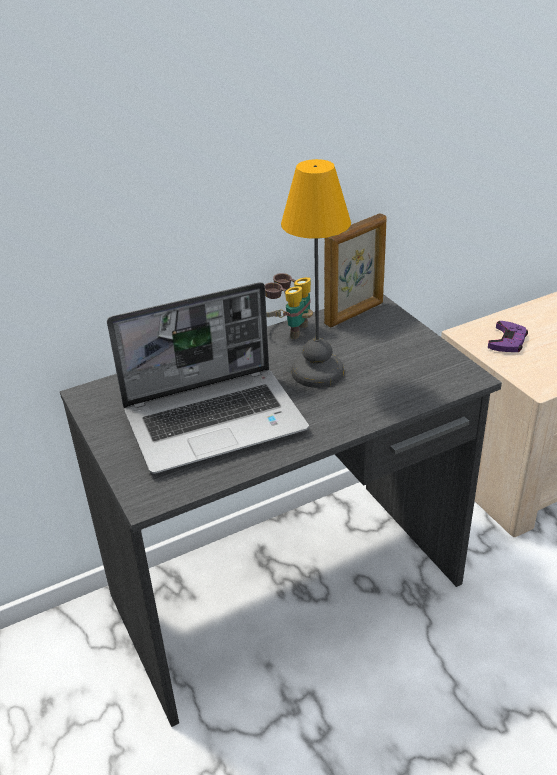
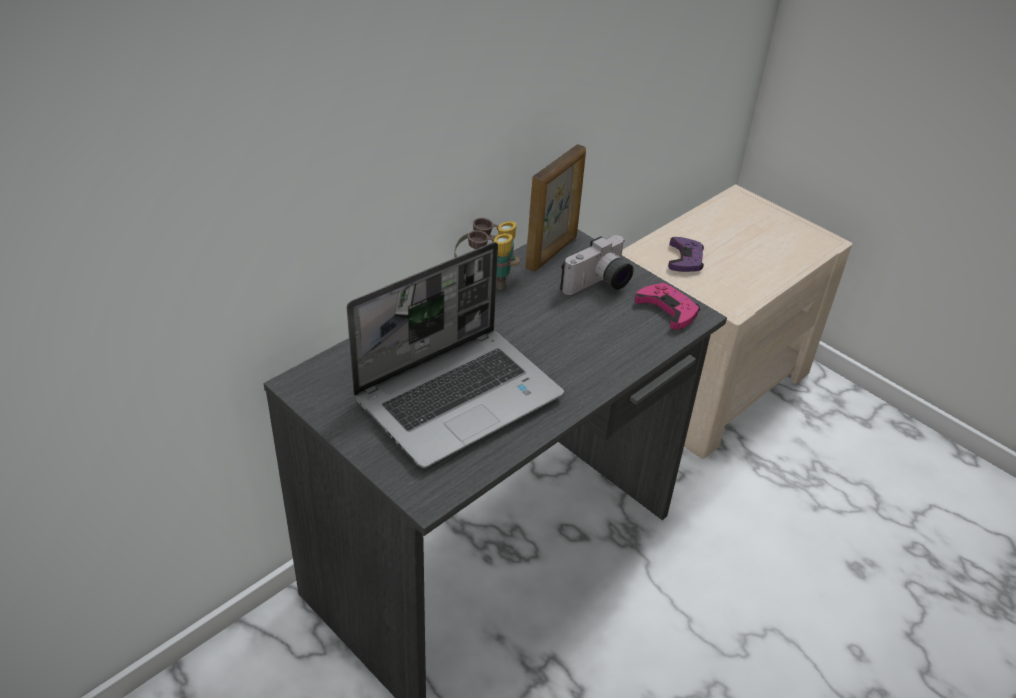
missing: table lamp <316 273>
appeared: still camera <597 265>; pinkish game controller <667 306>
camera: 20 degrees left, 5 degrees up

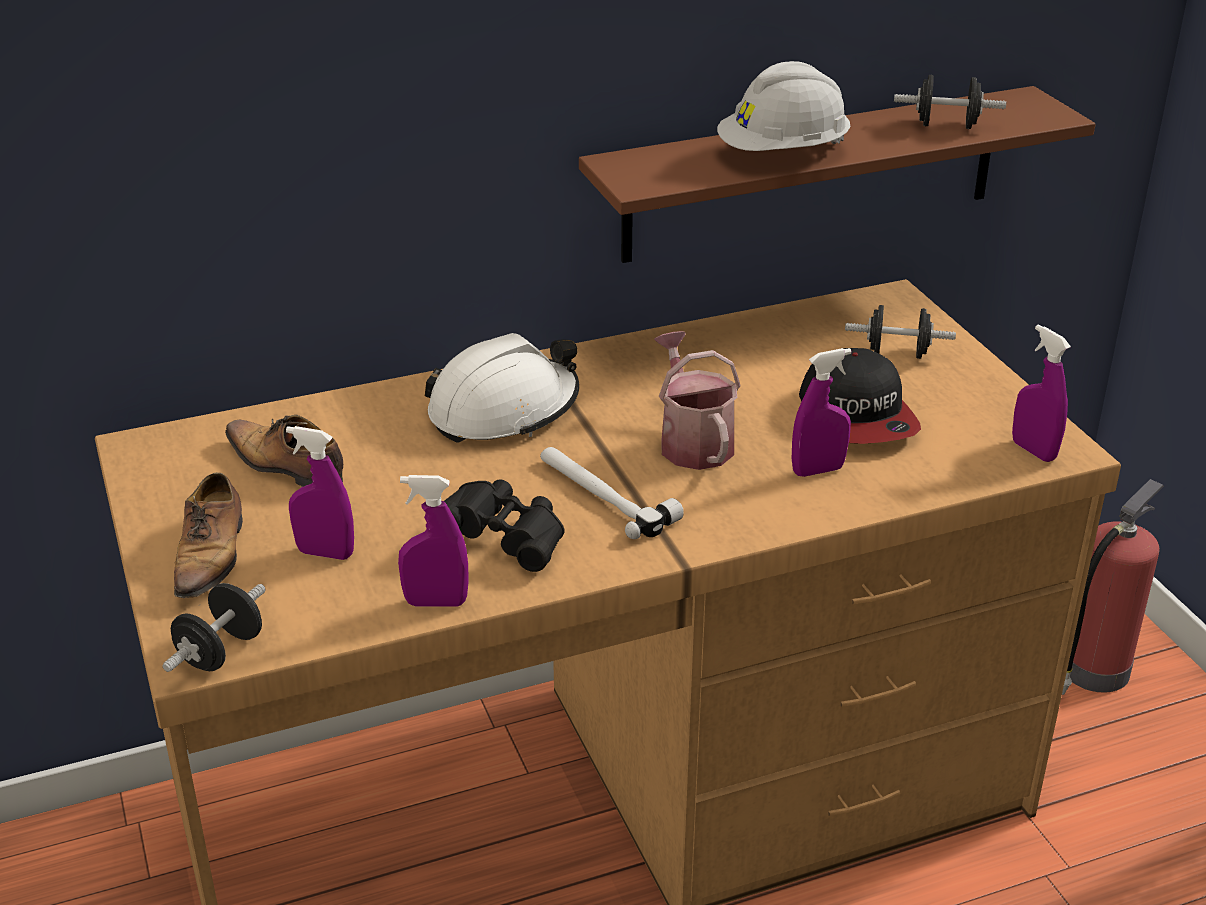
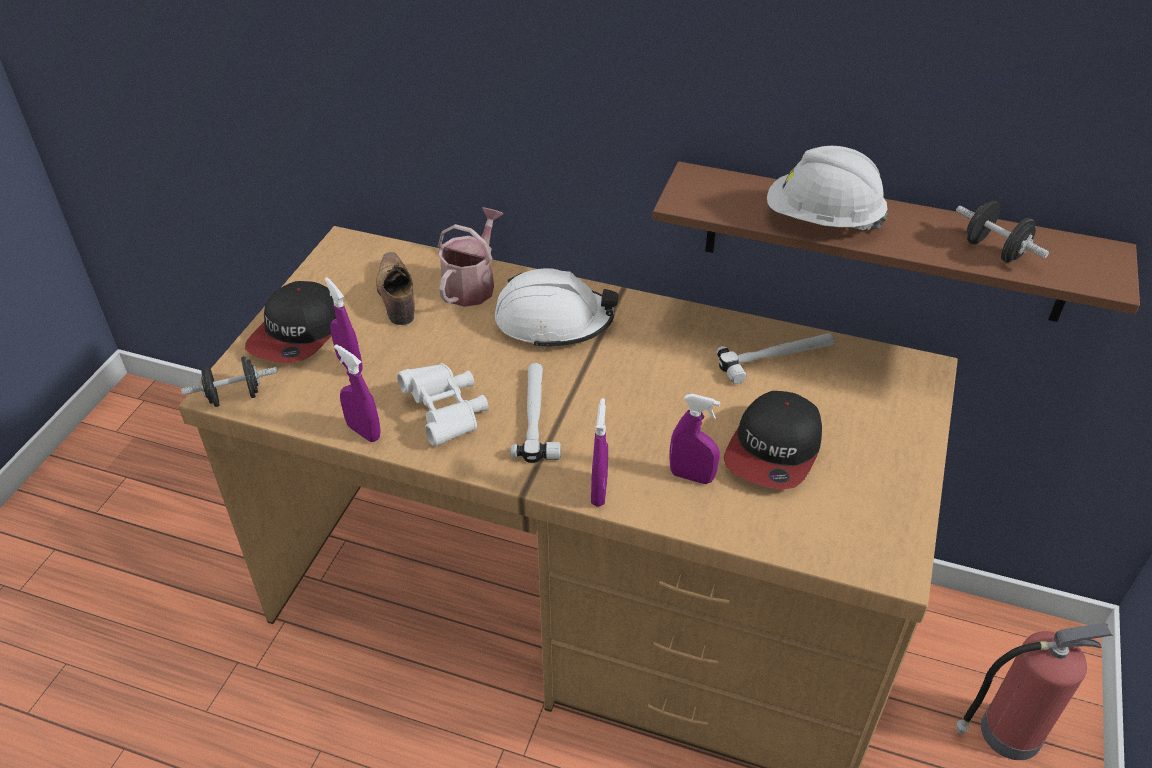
missing: black dumbbell <900 332>
appeared: hand hammer <776 358>
relocated: purple sprayer <1041 393> to <599 452>; watering can <697 400> to <470 257>
exchanged: shoe <208 535> to cap <290 322>
colour: black pair of binoculars <504 525> to white pair of binoculars <442 404>
camera: 40 degrees right, 10 degrees up

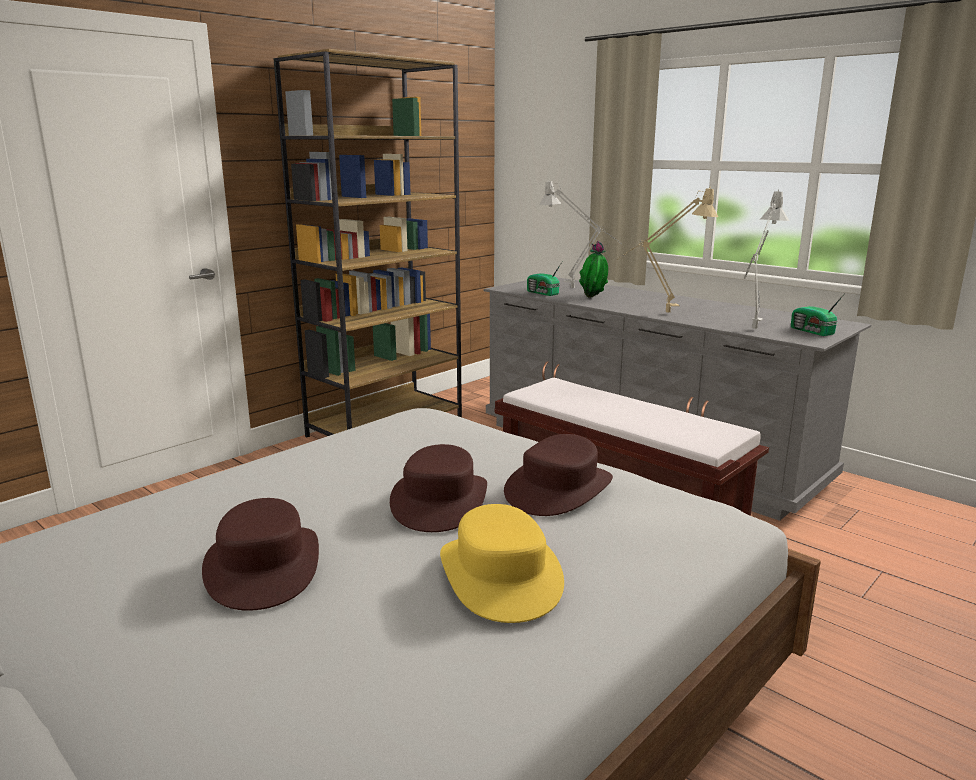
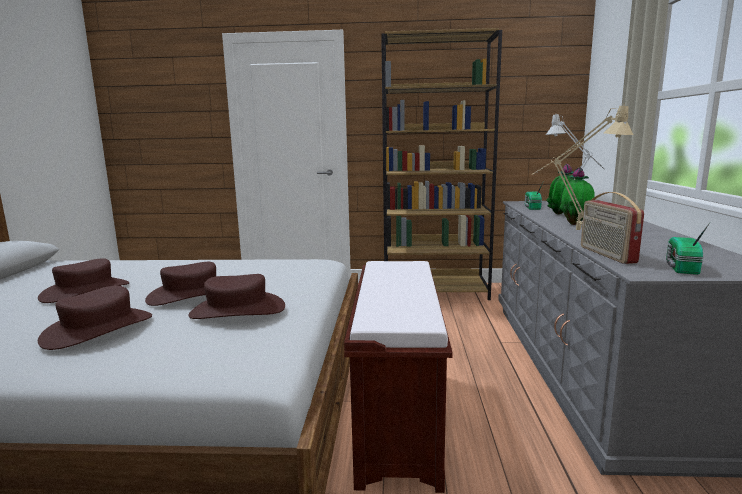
appeared: houseplant <577 196>
exchanged: grey table lamp <766 259> to radio set <612 228>
colour: yellowish clothing hat <502 563> to brownish clothing hat <95 317>
camera: 50 degrees right, 5 degrees down

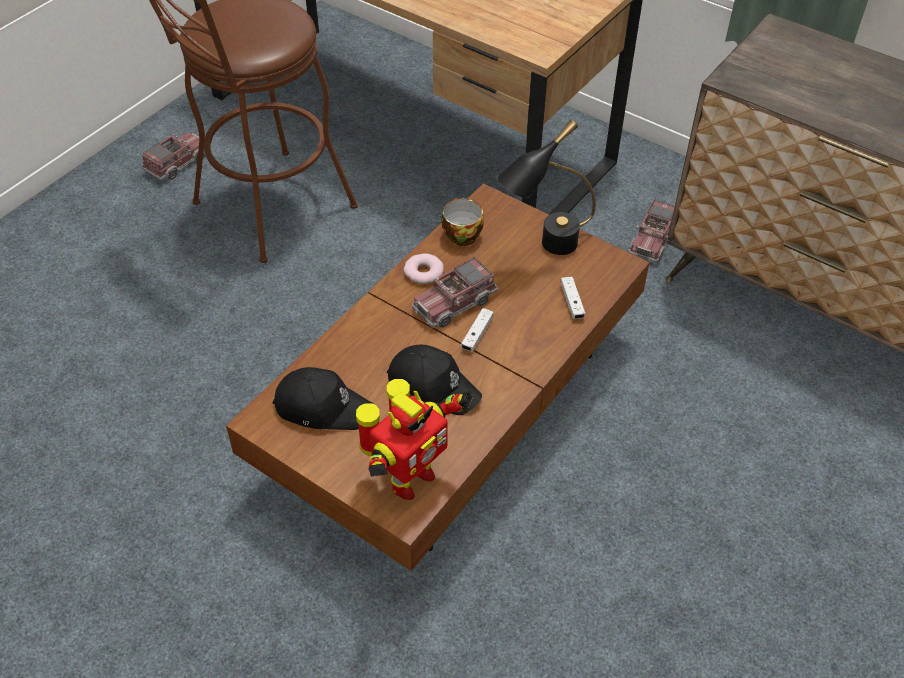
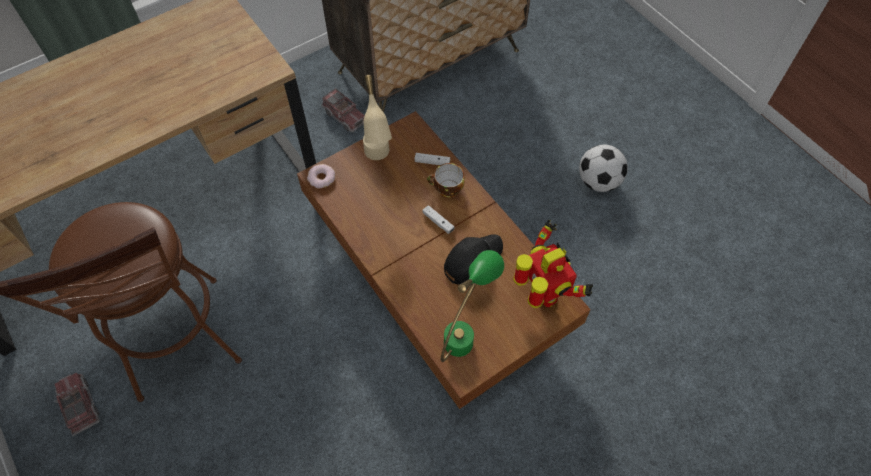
missing: toy lorry <455 292>
appeared: ball for football <603 168>
relocated: drinking cup <462 222> to <446 180>; donut <424 268> to <321 176>
exchanged: black cap <323 398> to green-coloured table lamp <472 306>
colour: black table lamp <546 187> to beige table lamp <377 117>
camera: 70 degrees left, 10 degrees up

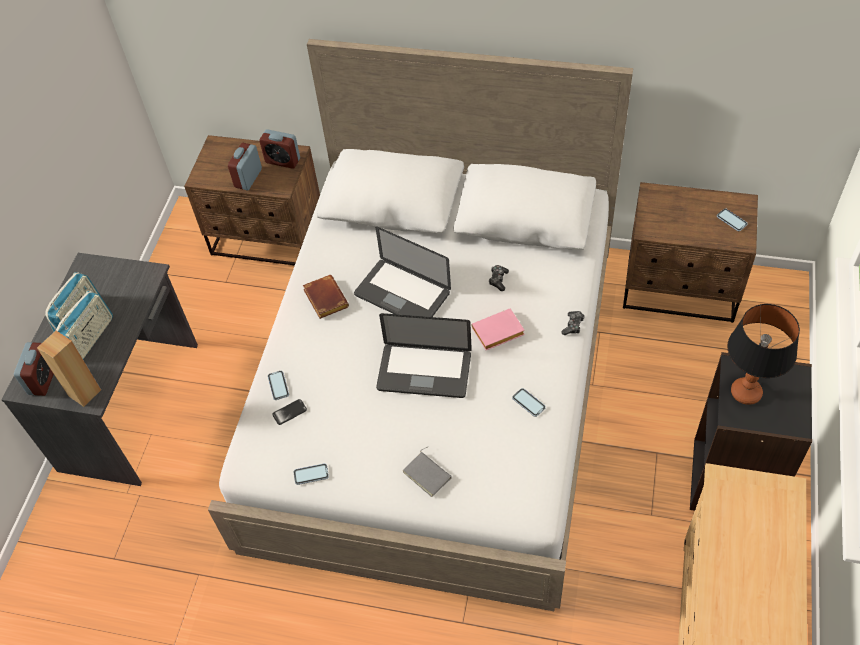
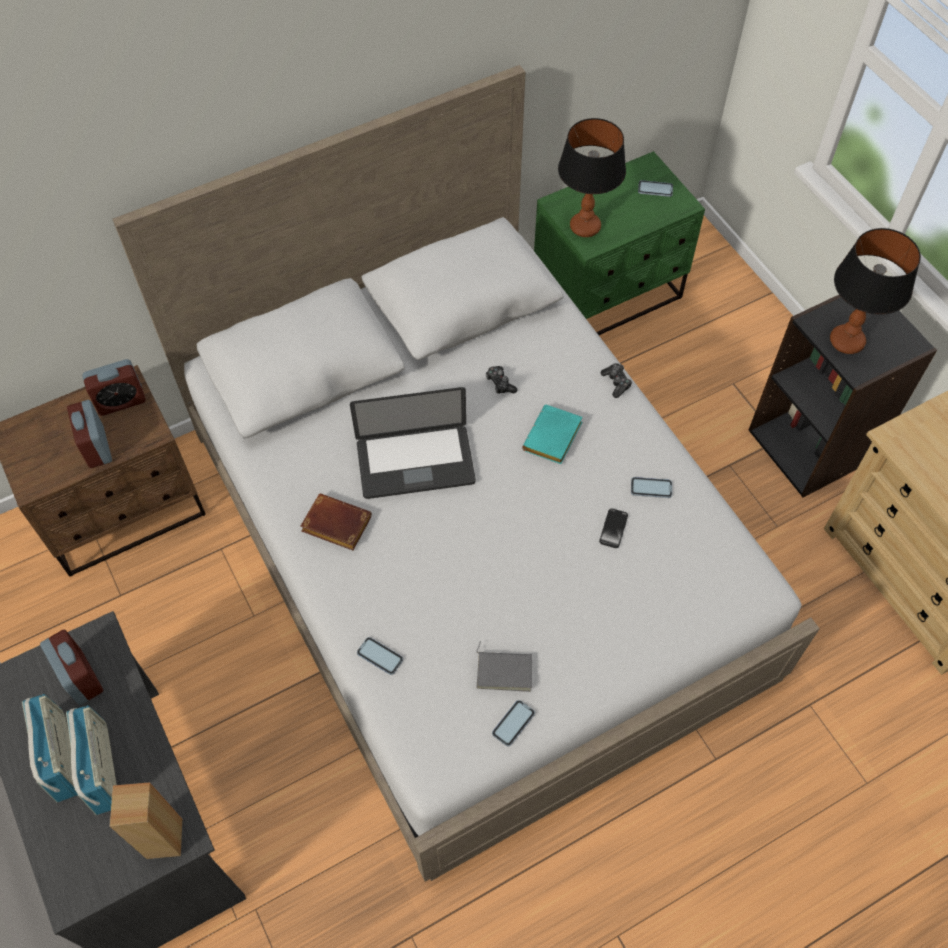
missing: portable computer <424 355>
appeared: table lamp <592 177>
relocated: bedside clock <34 369> to <71 667>; handset <289 412> to <613 528>; grey volume <427 471> to <504 666>
colour: brownish nightstand <690 252> to green-coloured nightstand <619 243>; pinkish volume <498 329> to blue-green volume <552 434>
camera: 45 degrees left, 5 degrees up

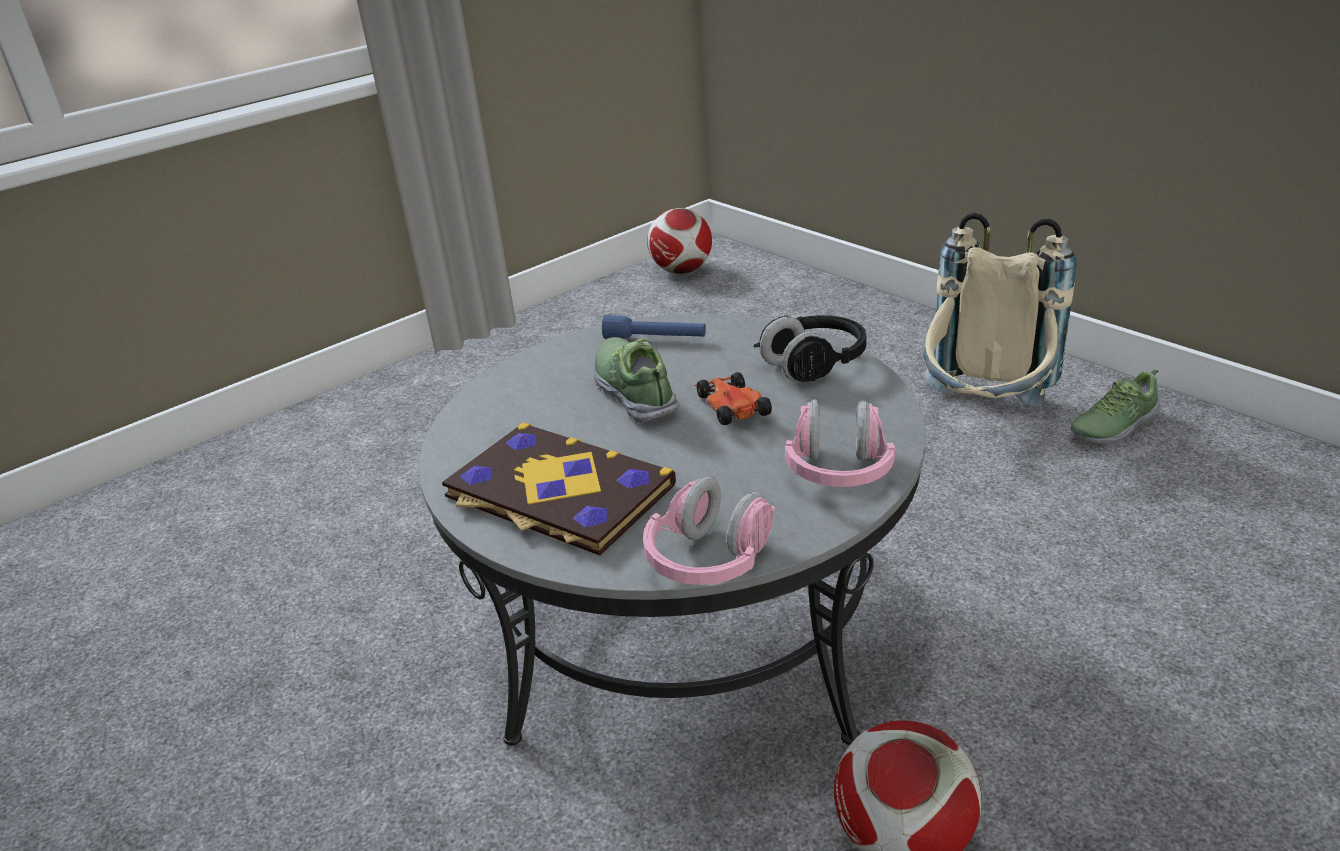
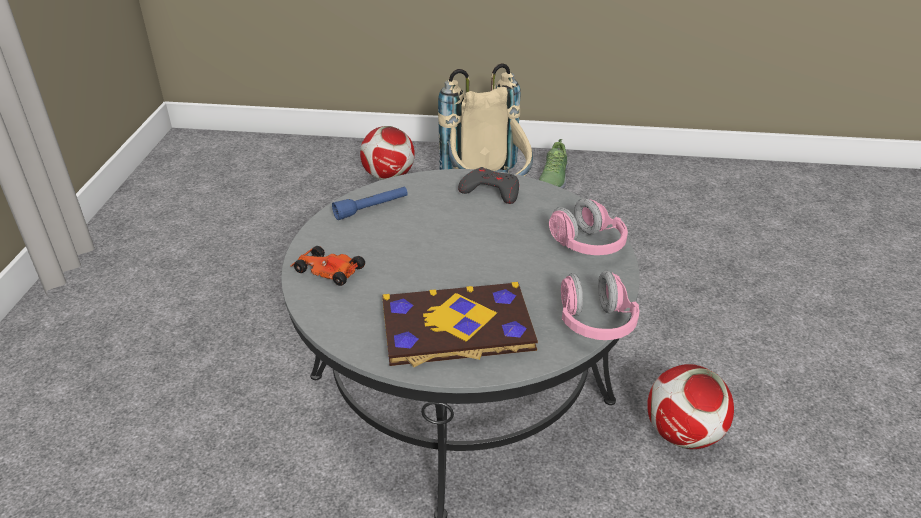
missing: shoe <636 380>
relocated: ball for football <679 241> to <387 153>; model car <733 398> to <328 266>
exchanged: black pair of headphones <810 348> to grey game controller <488 185>
camera: 45 degrees left, 5 degrees up

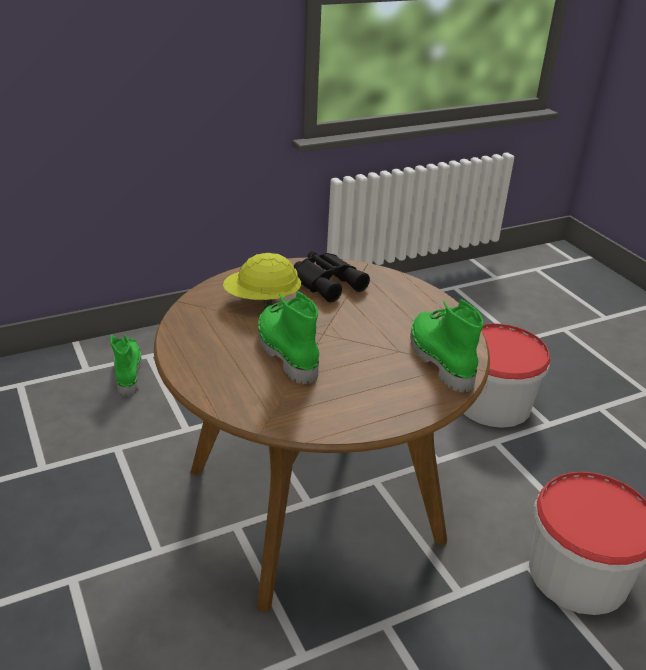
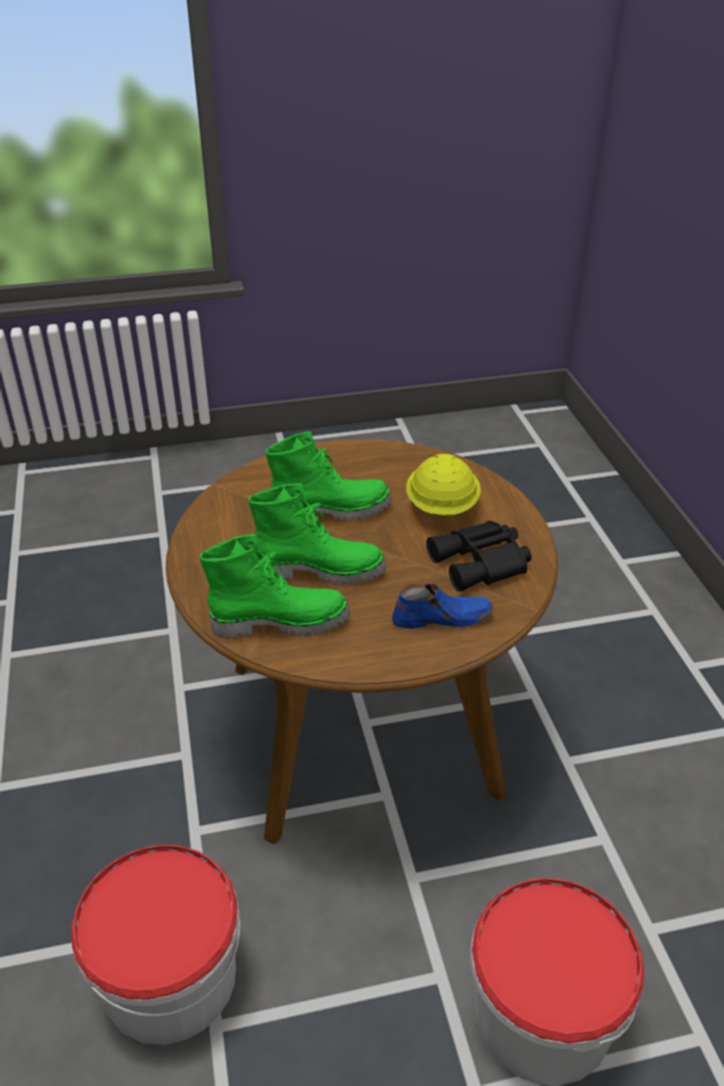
appeared: bluish shoe <442 606>
relocated: green-coloured high-top boot <126 365> to <317 534>
camera: 105 degrees right, 5 degrees up

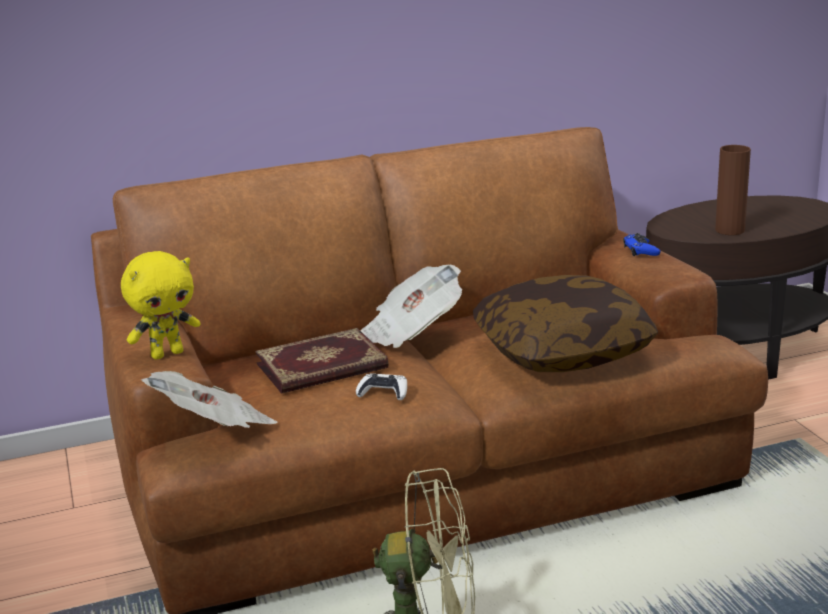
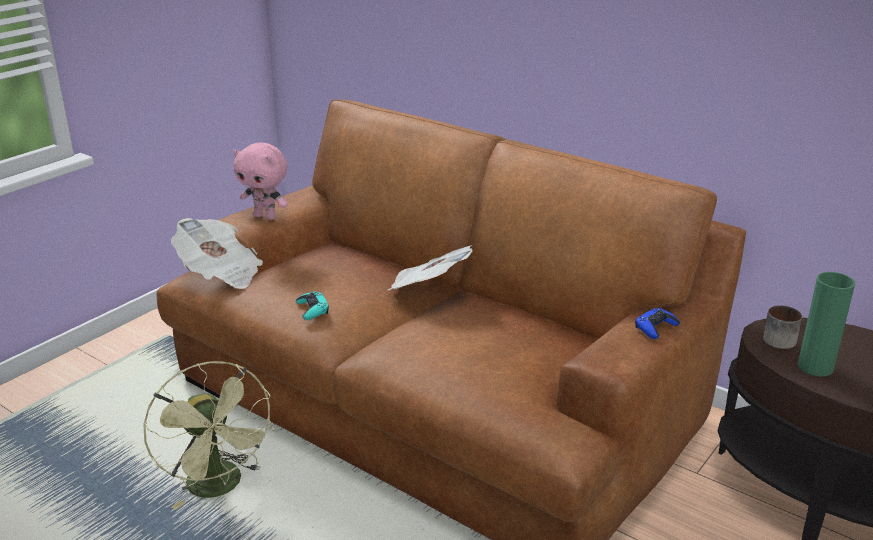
missing: cushion <565 323>; volume <322 361>
appeared: tea mug <782 327>
colour: brownish vase <733 190> to green-coloured vase <826 324>; yellowish cuddly toy <160 305> to pinkish cuddly toy <260 181>; white game controller <381 386> to blue-green game controller <312 305>
camera: 55 degrees right, 5 degrees up

